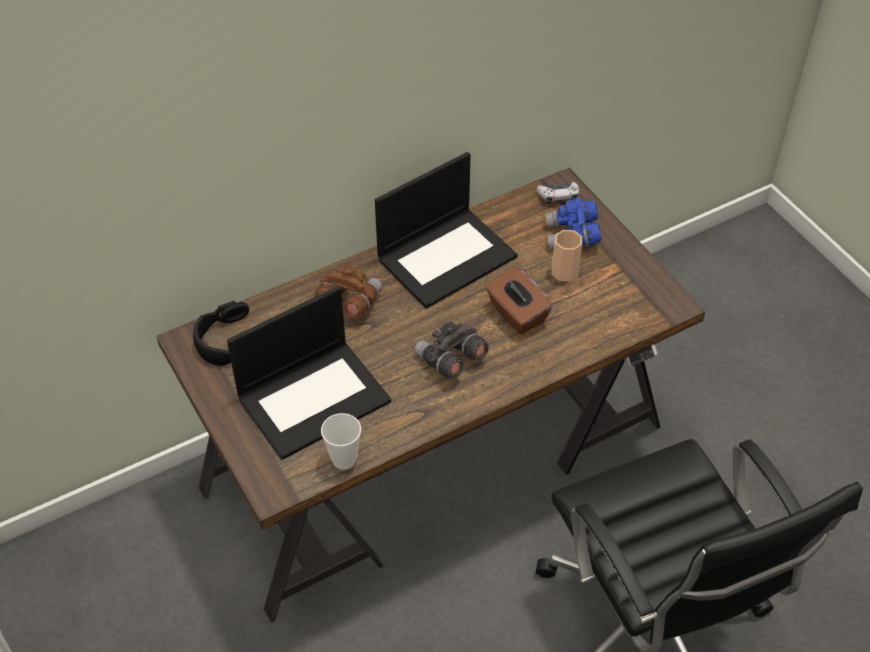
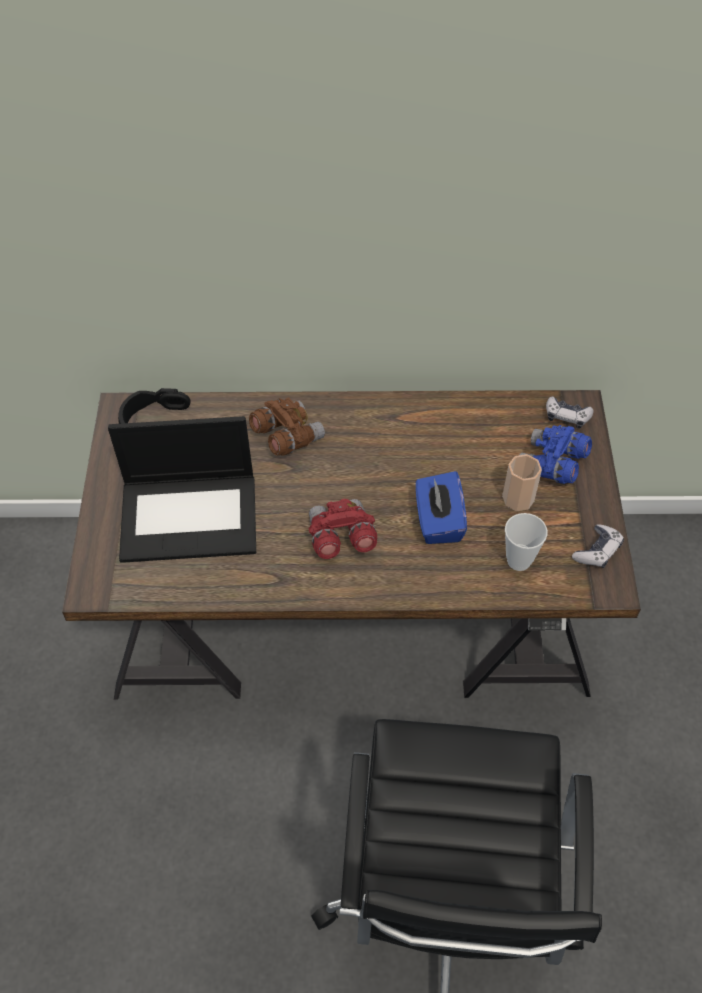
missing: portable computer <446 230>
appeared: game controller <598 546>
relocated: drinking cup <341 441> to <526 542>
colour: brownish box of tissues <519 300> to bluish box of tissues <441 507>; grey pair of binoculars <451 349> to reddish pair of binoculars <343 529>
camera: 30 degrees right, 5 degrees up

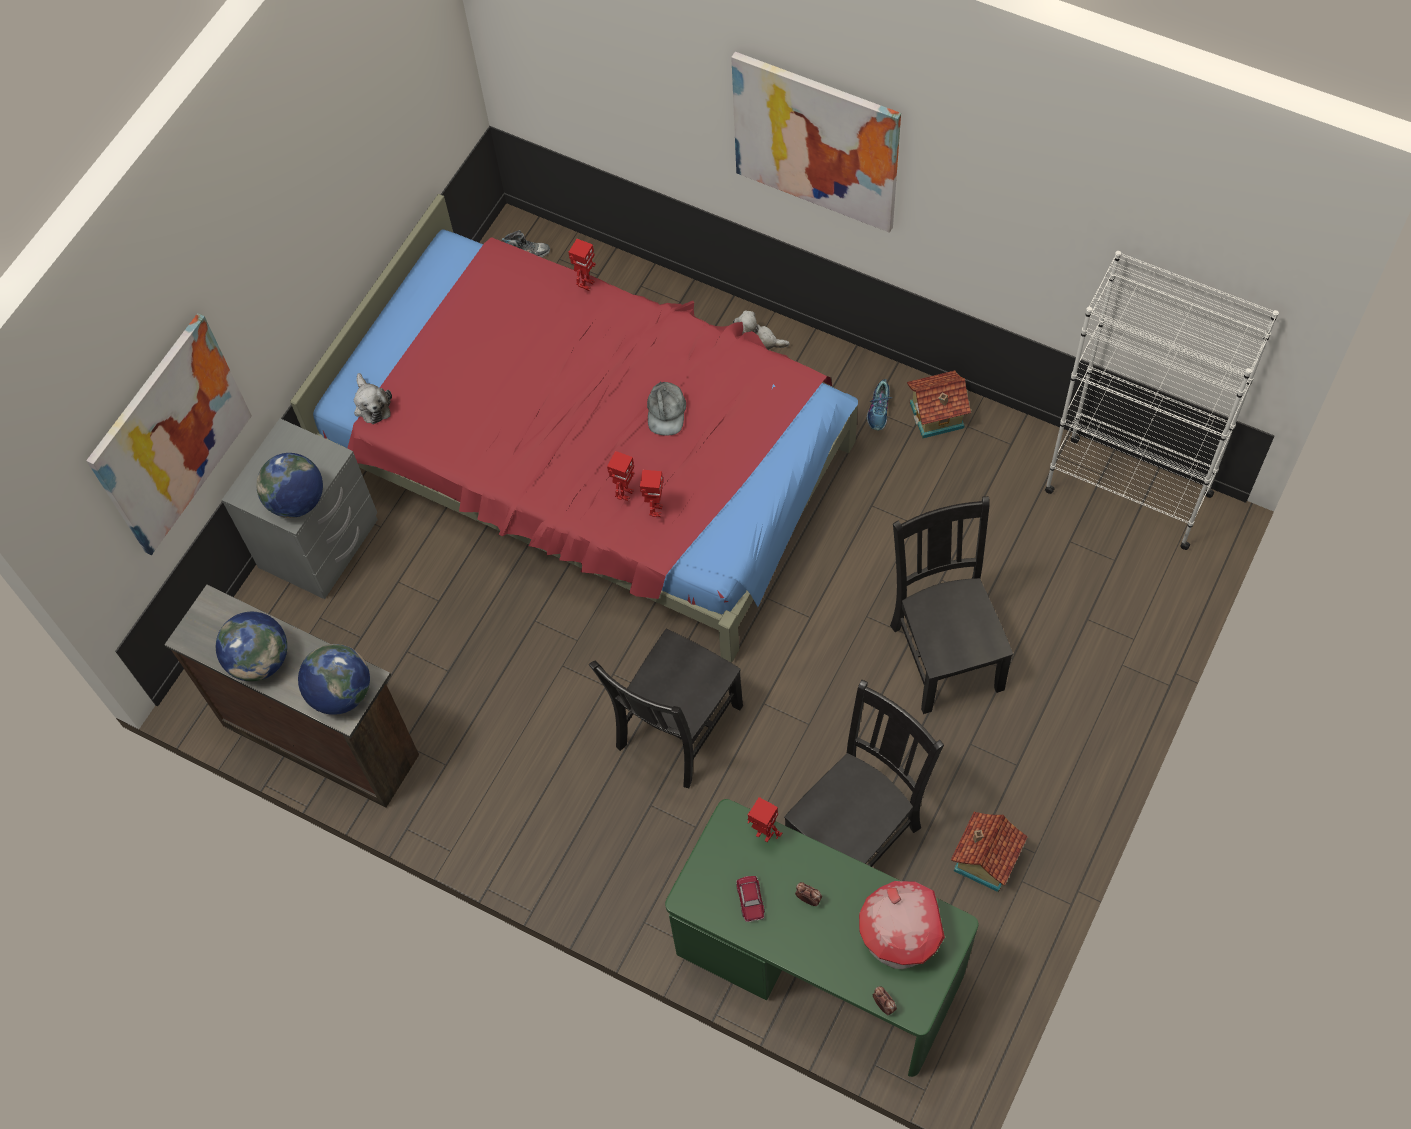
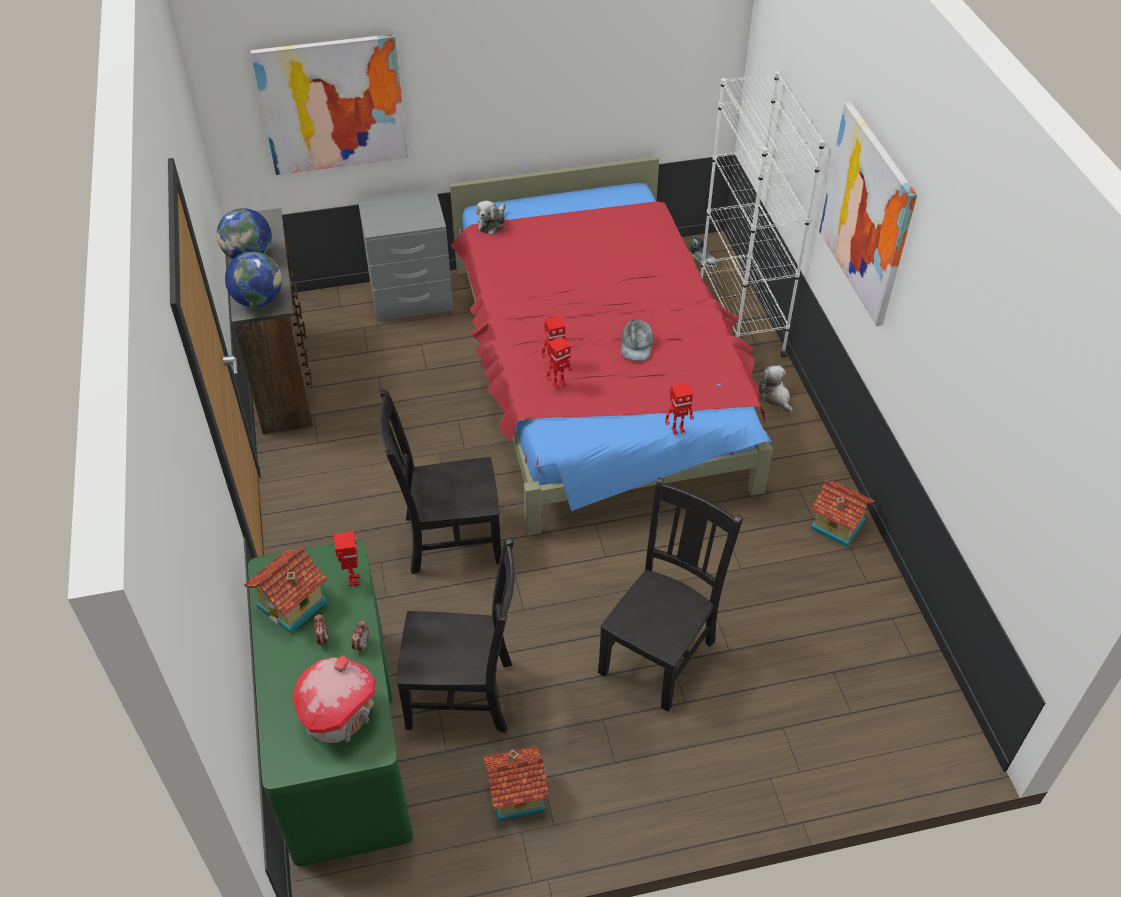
missing: shoe <879 404>; desk globe <289 485>
relocated: toy robot <582 265> to <679 409>; white bookcase <1162 400> to <762 214>; bedside clock <884 1001> to <360 636>
exchanged: model car <750 899> to model house <285 590>
spun: grey cap <666 408> = <637 339> 45 degrees counterclockwise
camera: 45 degrees right, 15 degrees down

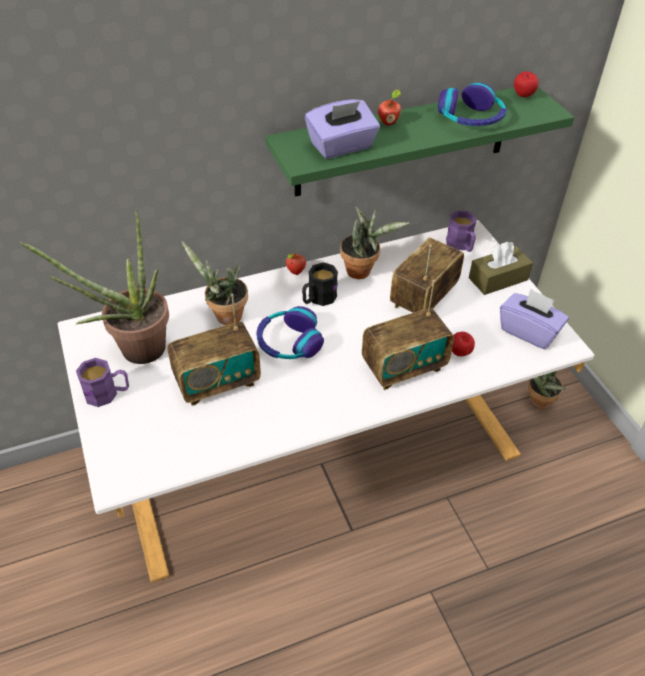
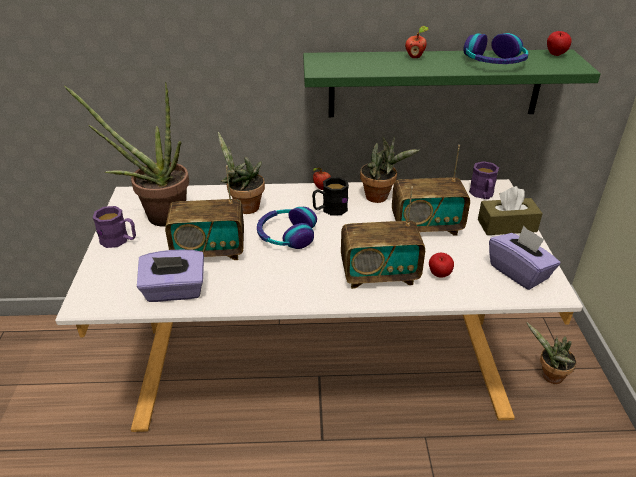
relocated: purple box of tissues <342 129> to <170 276>
spun: radio set <427 275> = <431 190> 150 degrees counterclockwise
camera: 20 degrees right, 10 degrees down

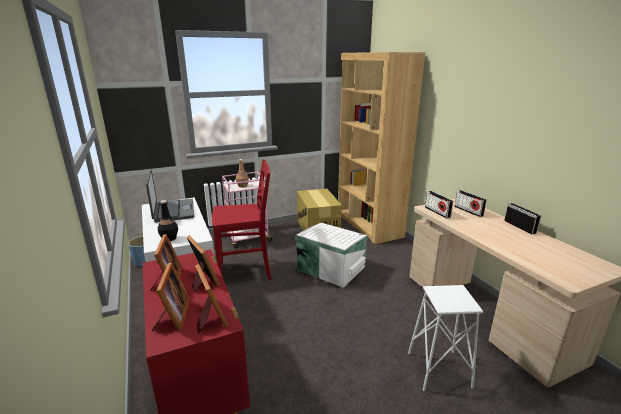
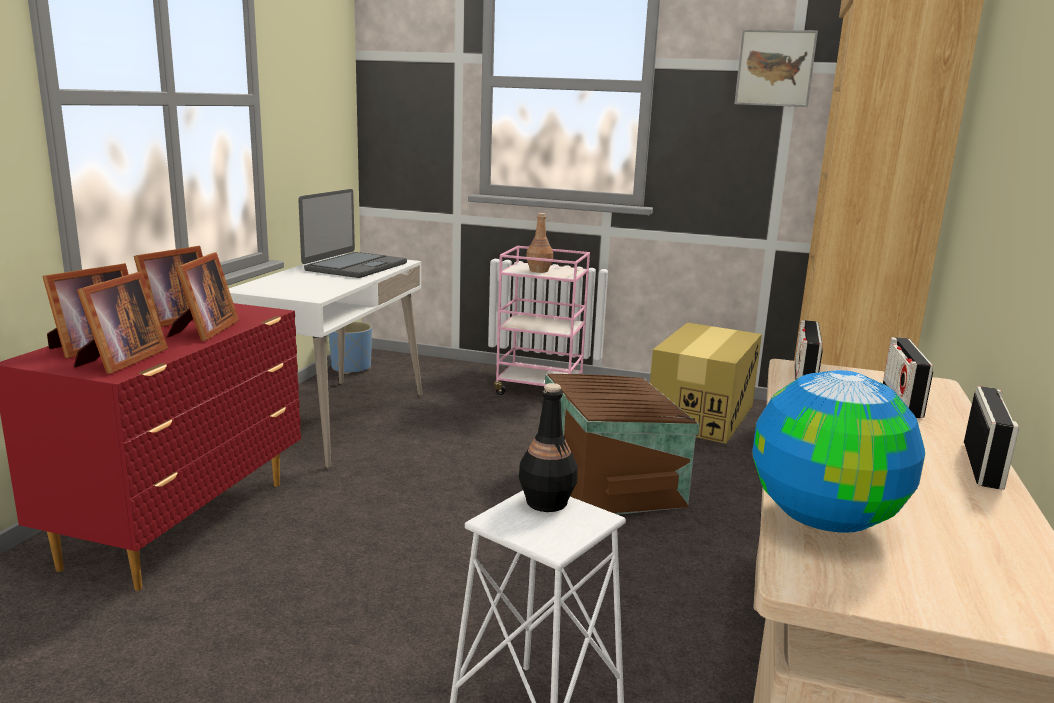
missing: reddish plain chair <242 219>
appeared: wall picture <776 68>; desk globe <838 451>
relocated: black drink bottle <168 220> to <548 447>
colour: white storage bin <331 255> to brownish storage bin <622 444>
camera: 40 degrees right, 5 degrees down

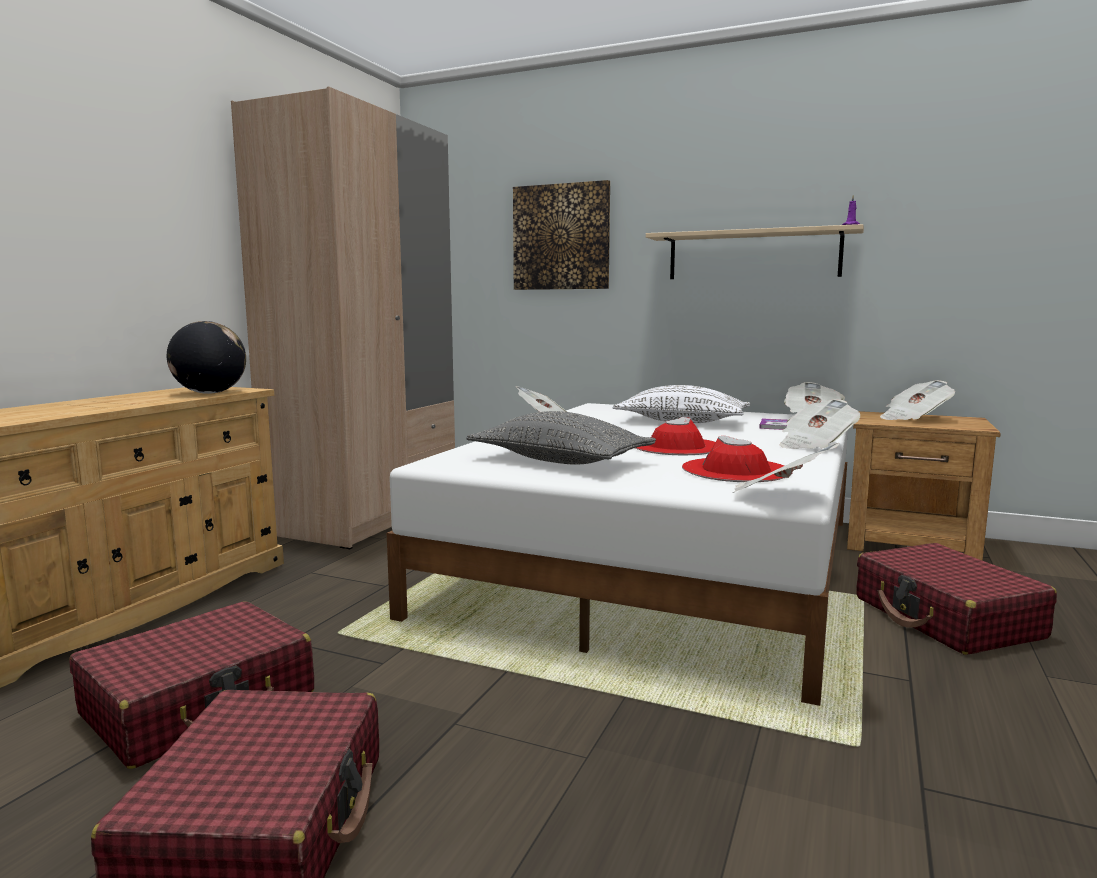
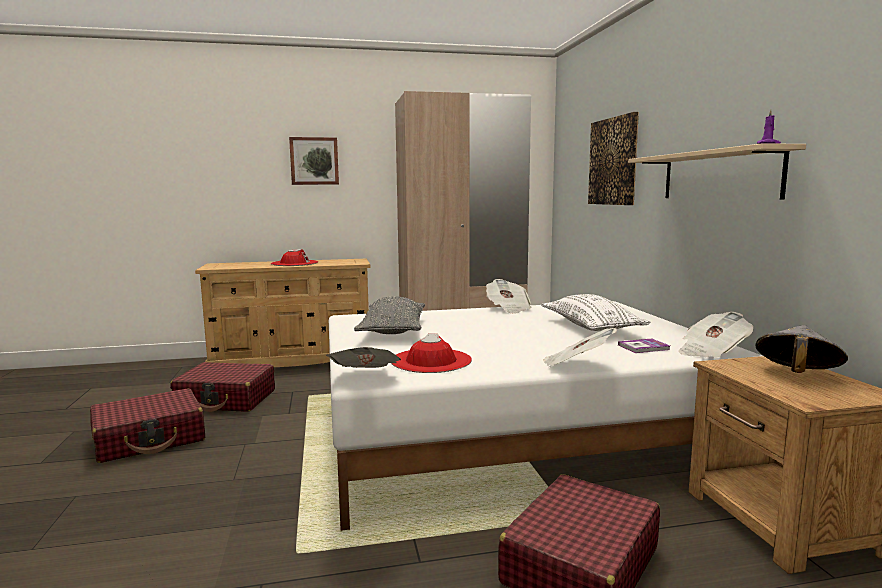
missing: desk globe <206 357>
appeared: wall picture <314 161>
relocated: reddish clothing hat <675 436> to <294 257>
exchanged: printed paper <917 400> to grey clothing hat <802 349>
camera: 55 degrees right, 0 degrees up

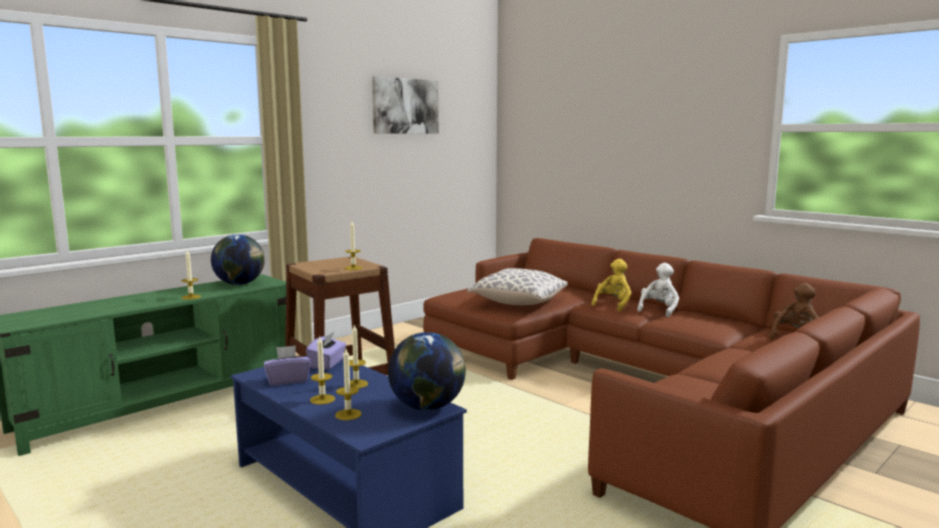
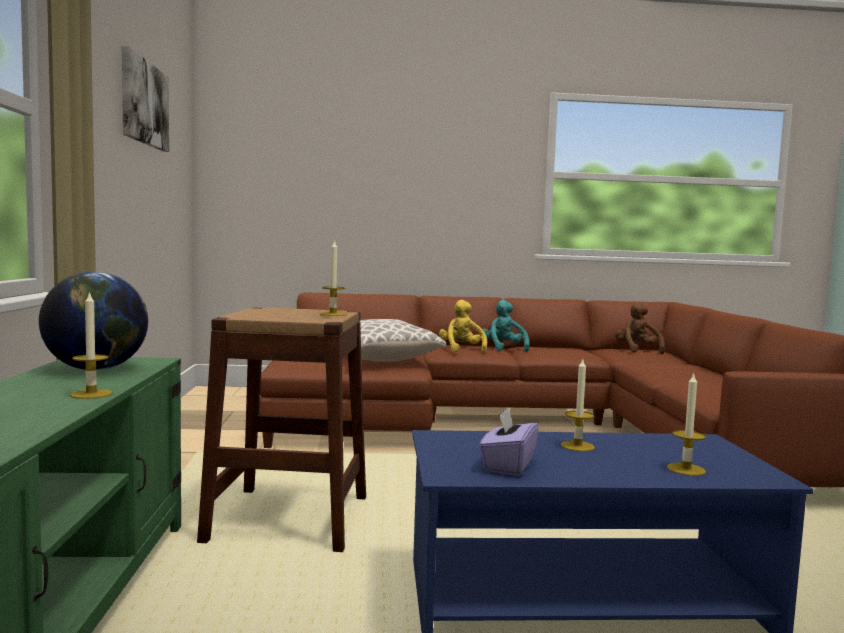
missing: purple box of tissues <326 351>; desk globe <427 371>; candle <322 371>
colour: white cuddly toy <658 290> to blue-green cuddly toy <506 326>
camera: 50 degrees left, 5 degrees down

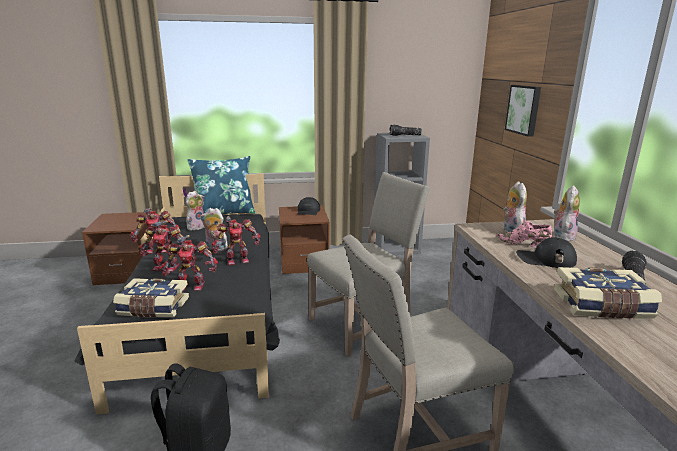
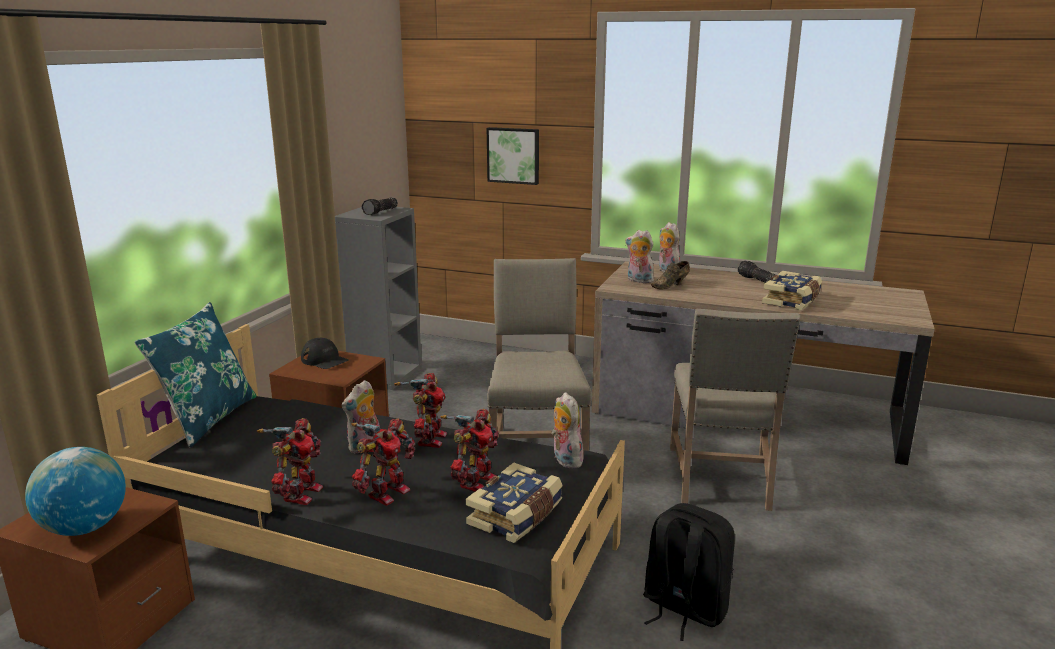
missing: black cap <546 252>
appeared: desk globe <75 491>
relocated: cuddly toy <195 211> to <567 430>
colour: pinkish shoe <524 234> to brownish shoe <670 275>
camera: 60 degrees left, 0 degrees up

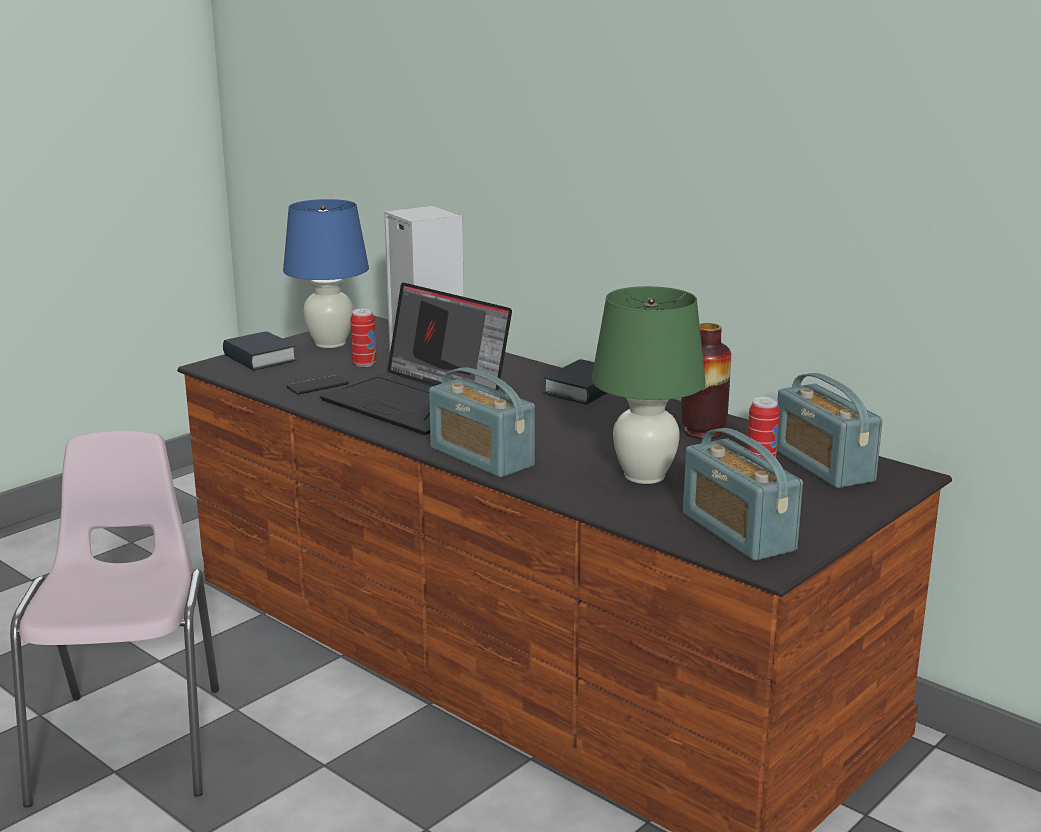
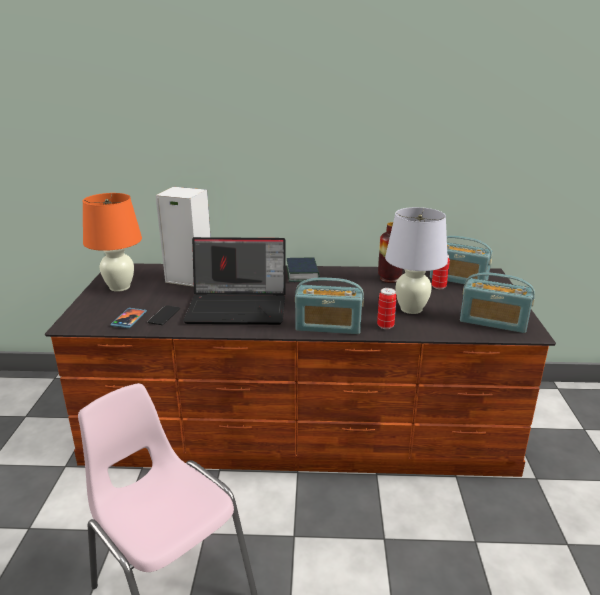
missing: volume <260 351>
appeared: handset <128 318>
relocated: metal can <363 338> to <387 308>
colour: bluish table lamp <326 273> to orangey table lamp <112 242>; green-coloured table lamp <649 385> to white table lamp <416 260>
camera: 40 degrees left, 5 degrees up

